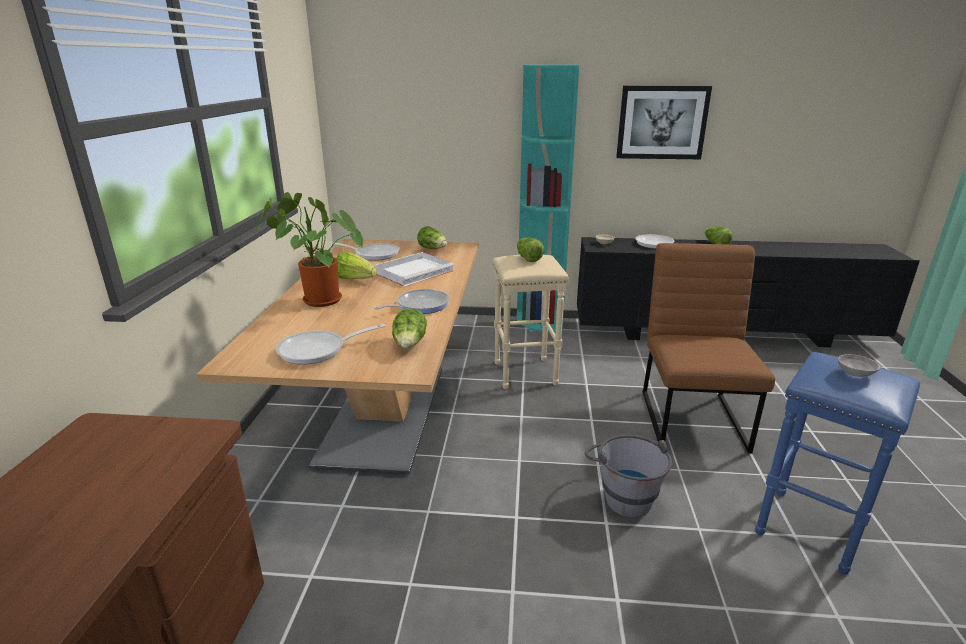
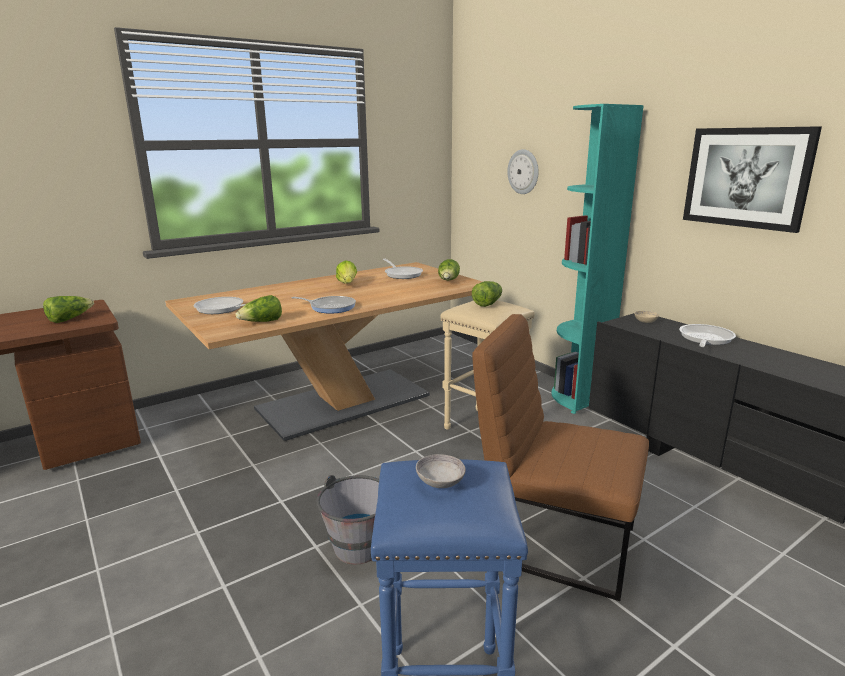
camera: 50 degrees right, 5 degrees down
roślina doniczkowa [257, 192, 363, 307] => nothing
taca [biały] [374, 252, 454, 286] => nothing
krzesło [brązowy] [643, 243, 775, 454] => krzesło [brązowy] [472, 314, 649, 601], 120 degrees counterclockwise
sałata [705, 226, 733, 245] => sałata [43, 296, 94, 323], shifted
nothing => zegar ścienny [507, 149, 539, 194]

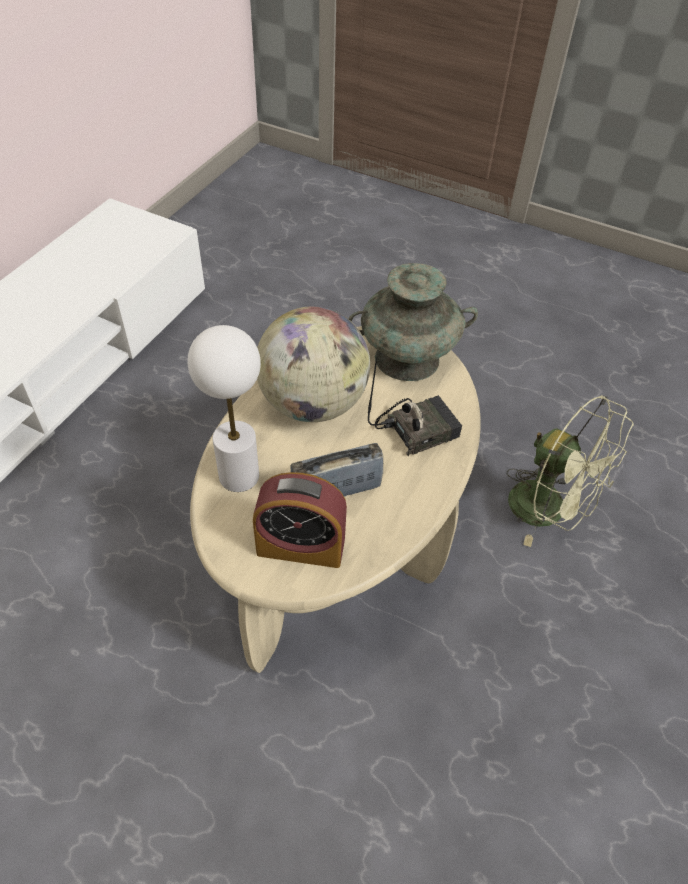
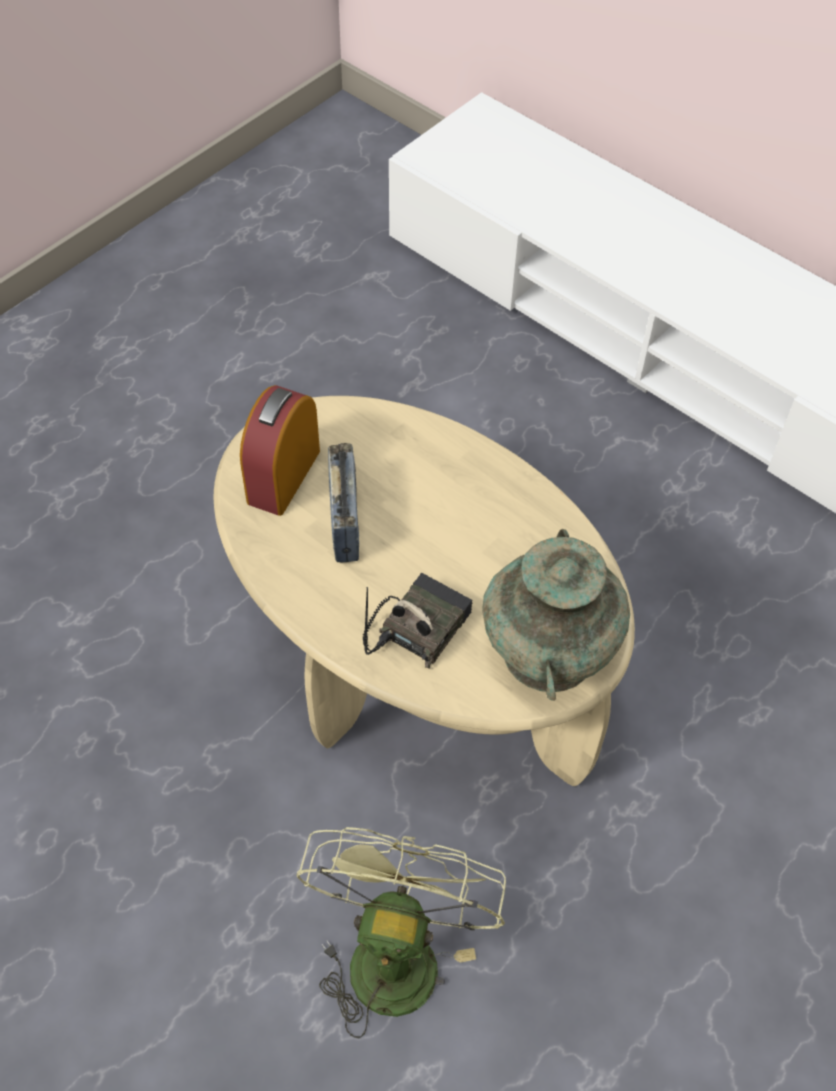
camera: 105 degrees right, 5 degrees up
lampa stołowa [biały] [188, 325, 261, 492] => nothing
globus [257, 306, 370, 422] => nothing
radio [368, 357, 462, 456] => radio [363, 573, 473, 669], 135 degrees counterclockwise
wentylator [zielony] [507, 395, 634, 547] => wentylator [zielony] [296, 827, 506, 1038], 135 degrees clockwise

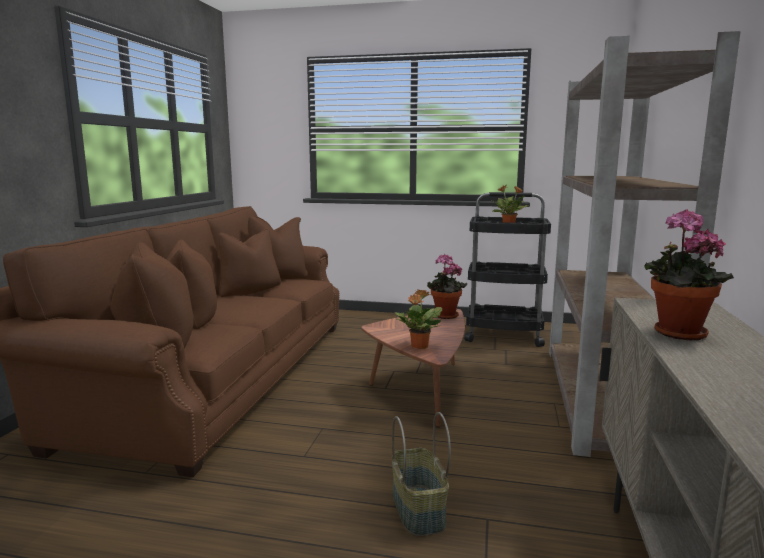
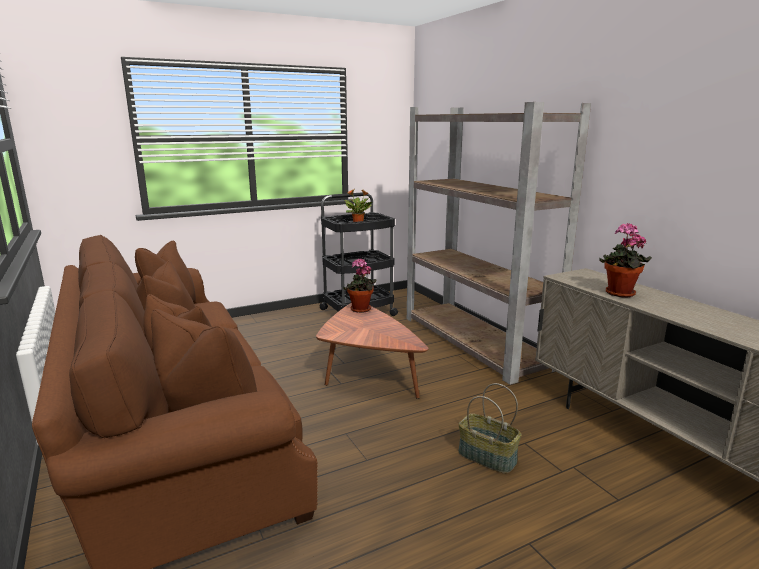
camera: 40 degrees left, 5 degrees up
roślina doniczkowa [394, 290, 442, 349] => nothing

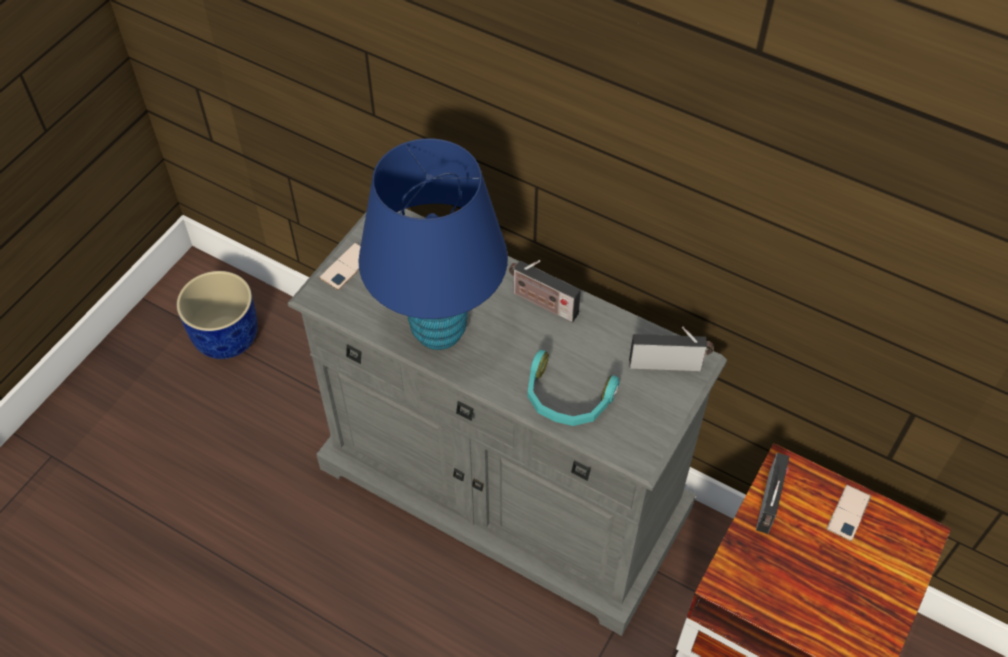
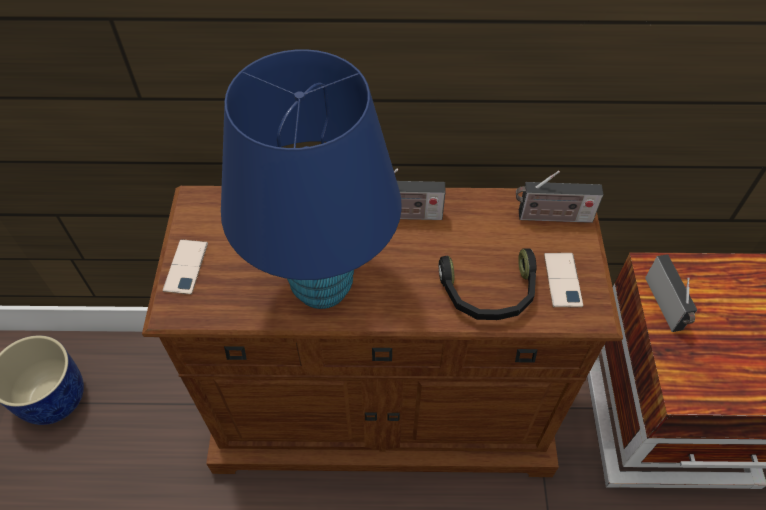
camera: 30 degrees left, 0 degrees up
komoda [szary] [288, 209, 727, 636] => komoda [brązowy] [142, 186, 623, 477]
słuchawki [turkusowy] [528, 350, 619, 426] => słuchawki [czarny] [439, 248, 536, 320]
radio [629, 327, 714, 371] => radio [516, 170, 604, 223], 150 degrees counterclockwise
telefon [827, 485, 871, 541] => telefon [544, 253, 583, 308], shifted

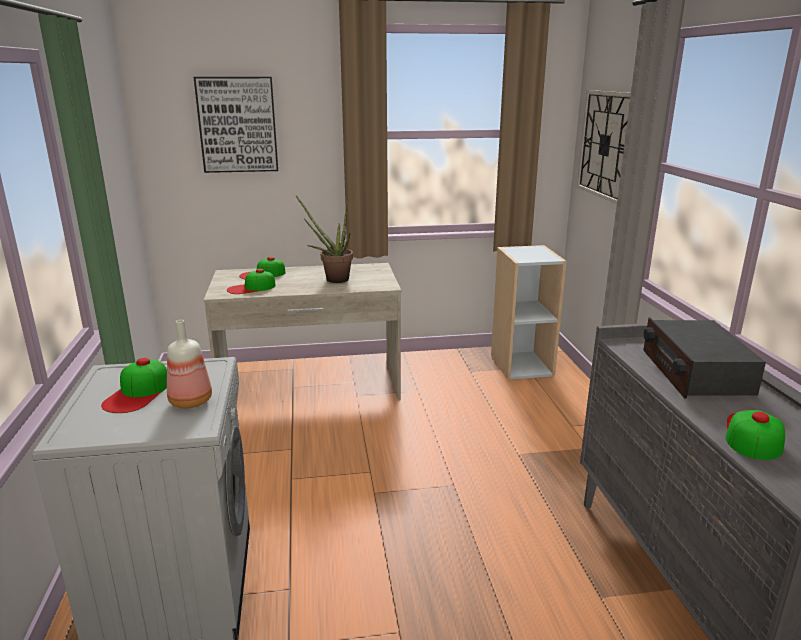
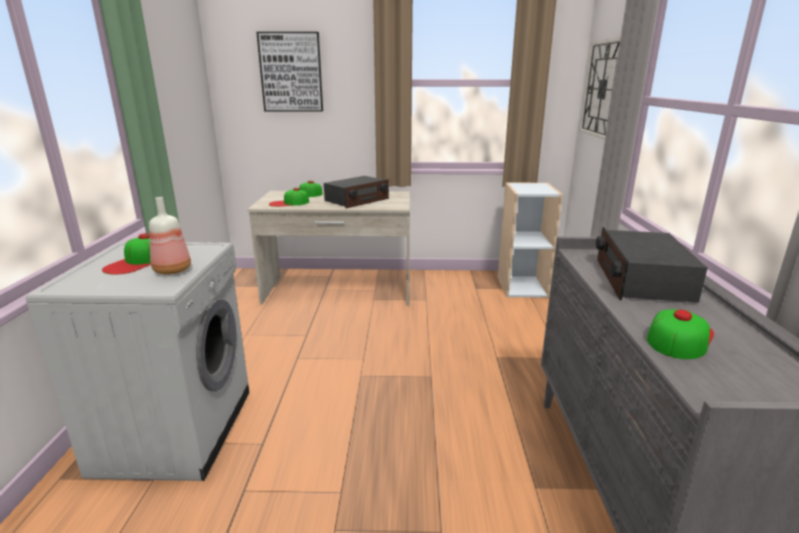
camera: 10 degrees right, 0 degrees up
roślina doniczkowa [295, 195, 353, 283] => radio [324, 176, 389, 208]

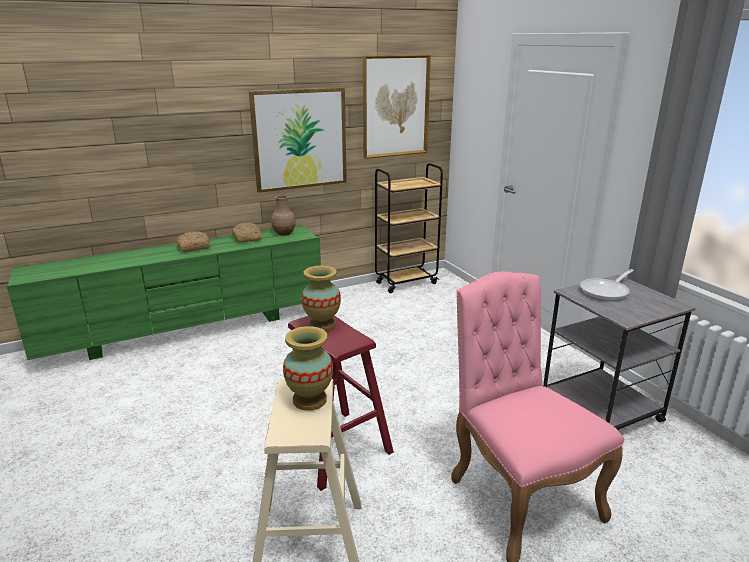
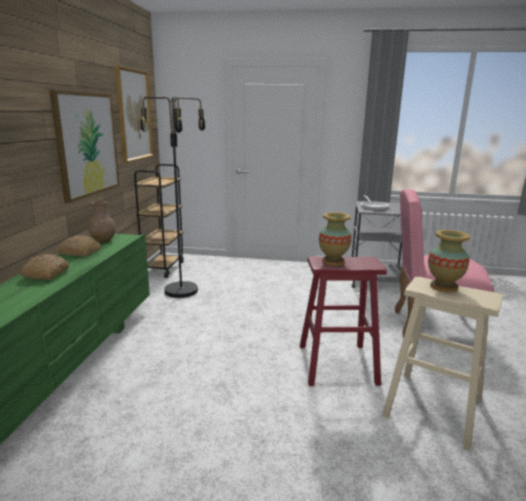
camera: 55 degrees left, 5 degrees down
nothing => lampa stojąca [140, 97, 205, 298]

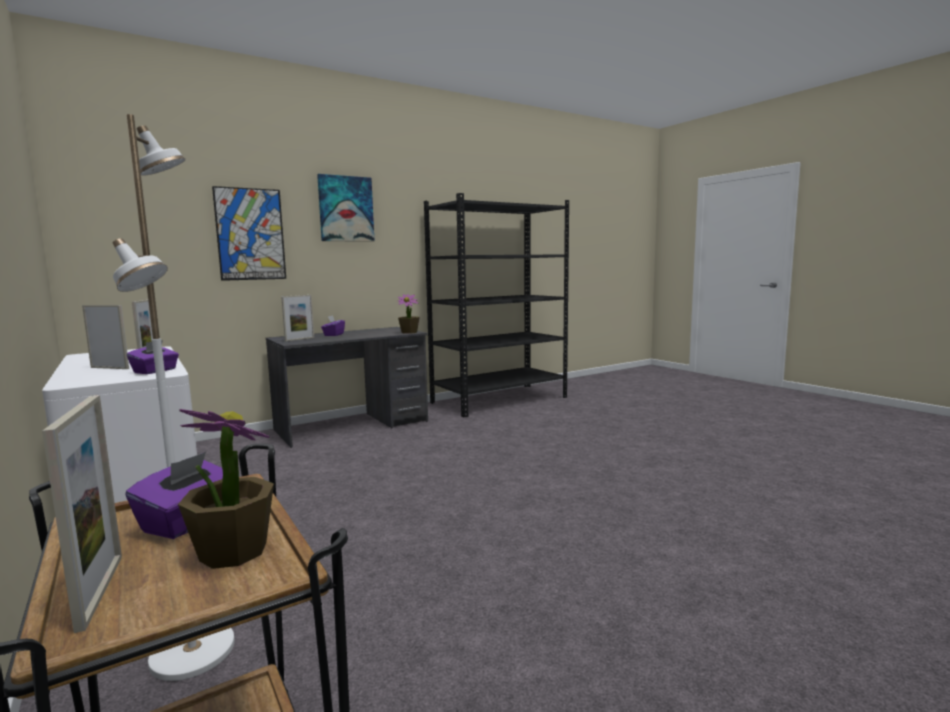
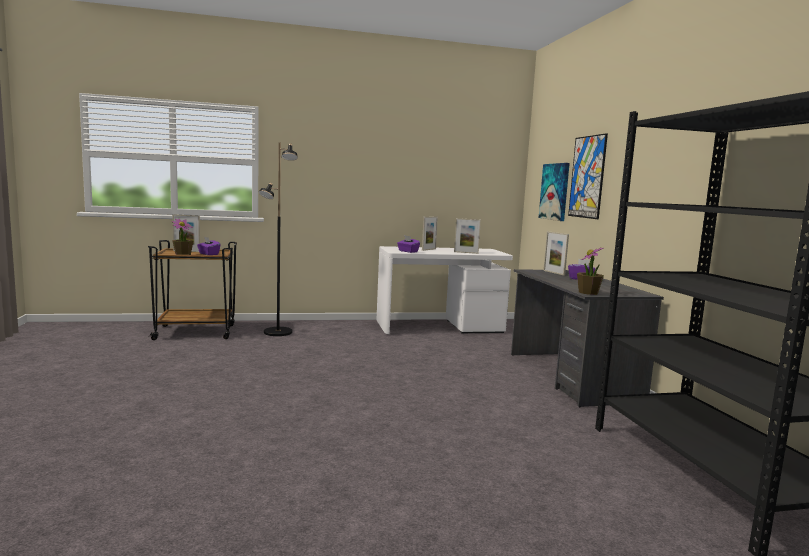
camera: 110 degrees right, 0 degrees up
lampa stojąca [biały] [113, 114, 235, 681] => lampa stojąca [czarny] [259, 142, 298, 336]
obraz [317, 174, 374, 242] => obraz [539, 163, 570, 221], shifted

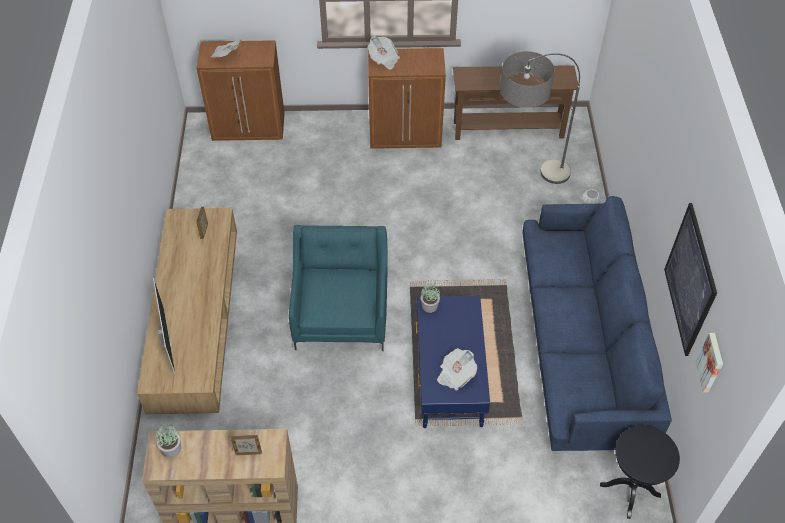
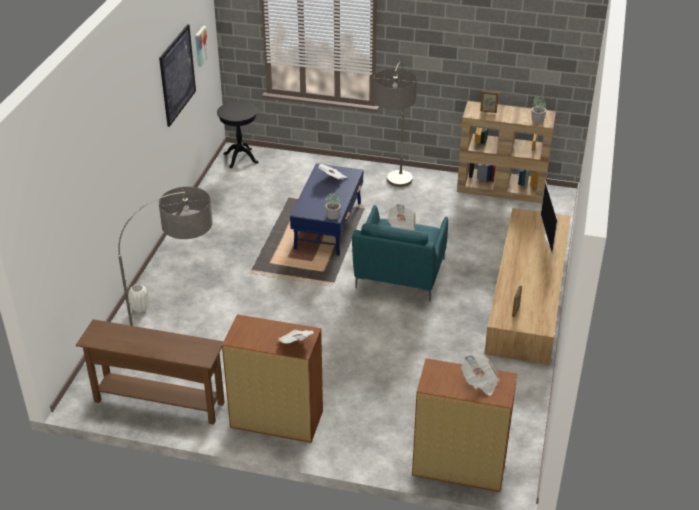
camera: 165 degrees left, 15 degrees down
kanapa [niebieski] [523, 196, 672, 451] => nothing
nothing => lampa stojąca [374, 62, 417, 187]
nothing => gazeta [387, 204, 416, 231]

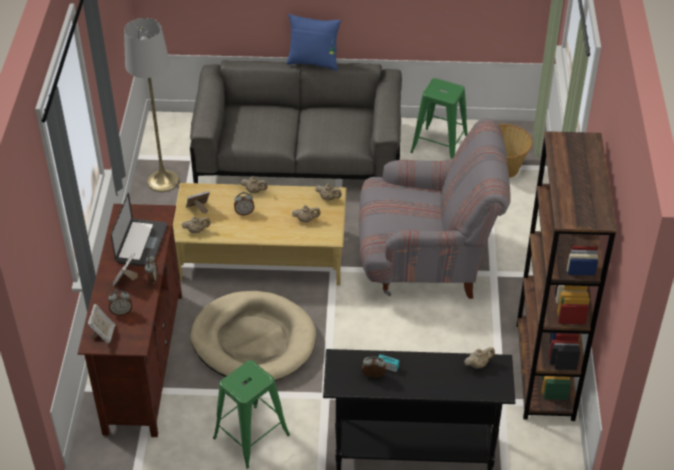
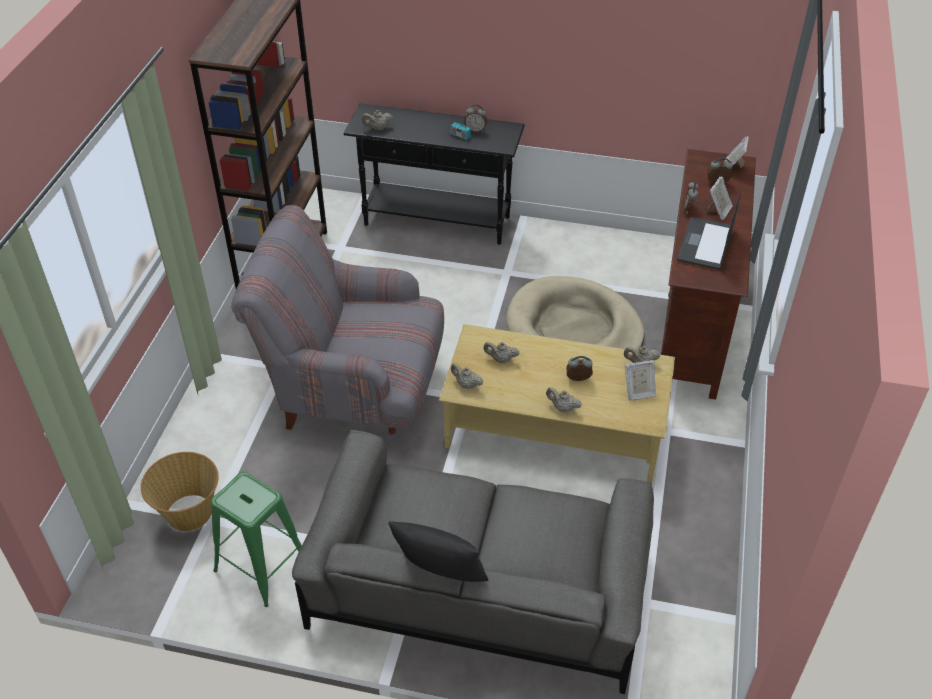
camera: 170 degrees left, 0 degrees up
lampa stojąca [szary] [124, 18, 179, 192] => nothing
stołek [zielony] [213, 360, 290, 469] => nothing
poduszka [niebieski] [286, 14, 341, 71] => poduszka [czarny] [388, 521, 488, 582]

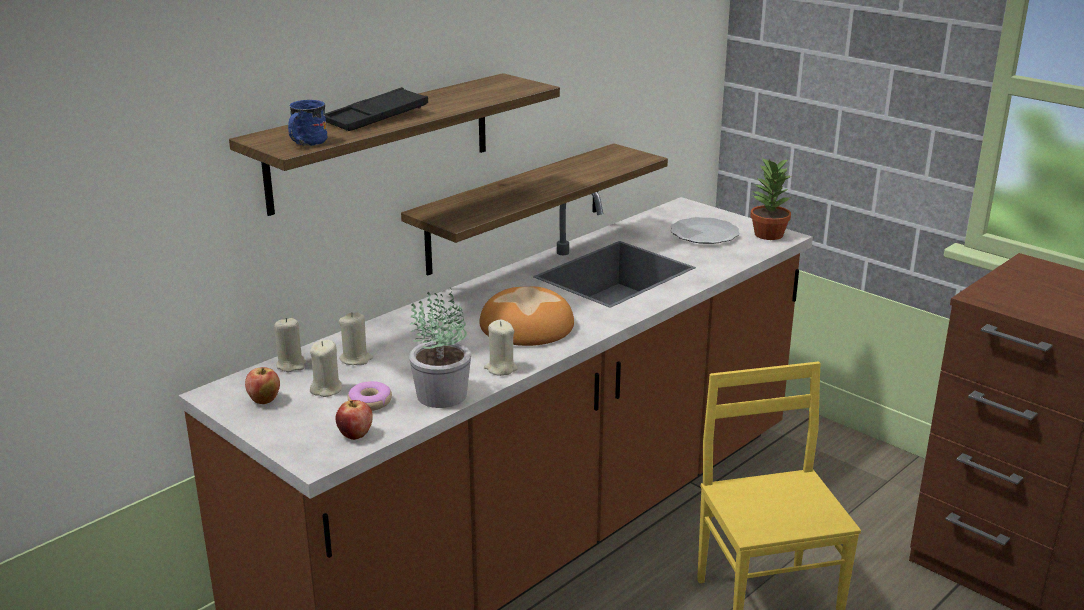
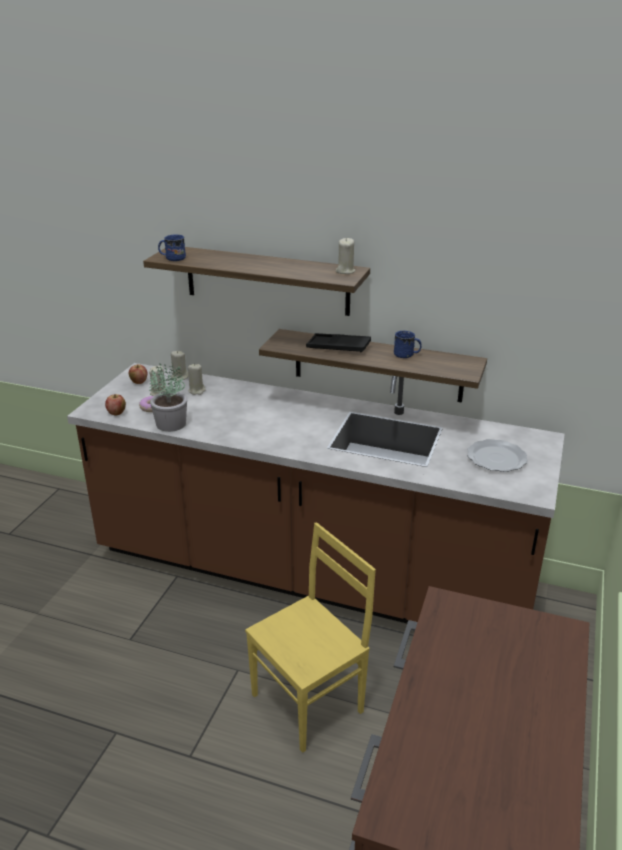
camera: 65 degrees right, 5 degrees up
taca [czarny] [325, 87, 428, 131] => taca [czarny] [306, 333, 371, 353], shifted
chleb [480, 287, 574, 346] => nothing
świeca [beżowy] [484, 320, 518, 376] => świeca [beżowy] [336, 238, 355, 274], shifted
roślina doniczkowa [750, 158, 792, 240] => nothing
nothing => kubek [niebieski] [394, 331, 422, 358]

